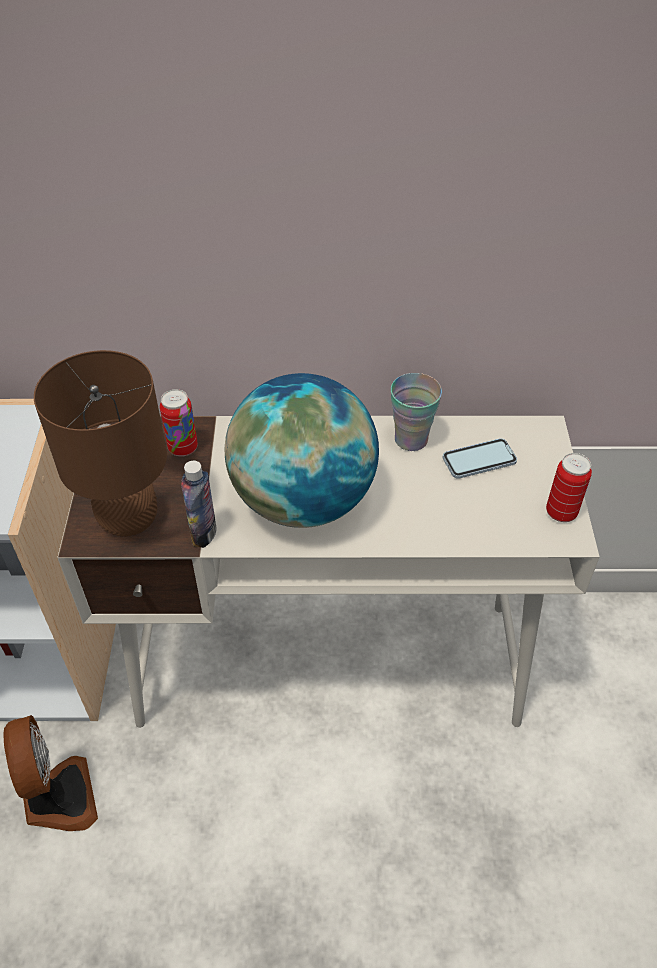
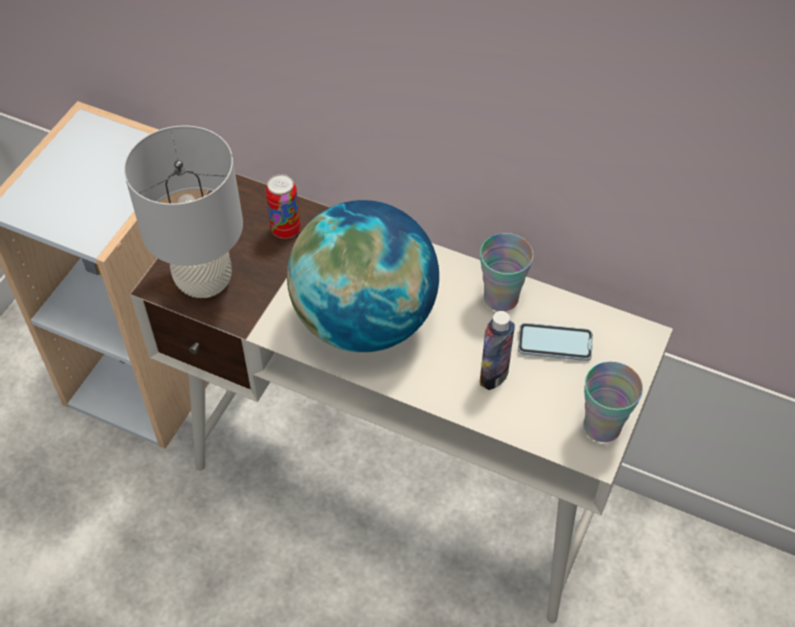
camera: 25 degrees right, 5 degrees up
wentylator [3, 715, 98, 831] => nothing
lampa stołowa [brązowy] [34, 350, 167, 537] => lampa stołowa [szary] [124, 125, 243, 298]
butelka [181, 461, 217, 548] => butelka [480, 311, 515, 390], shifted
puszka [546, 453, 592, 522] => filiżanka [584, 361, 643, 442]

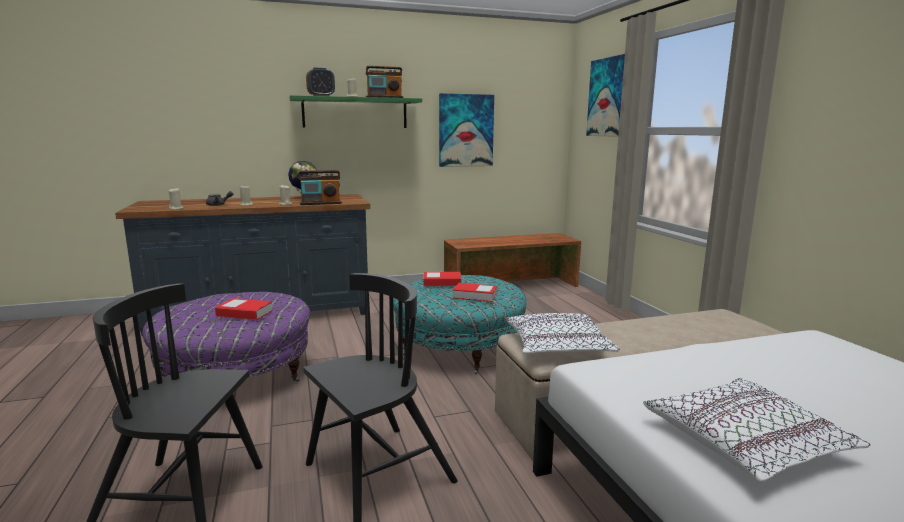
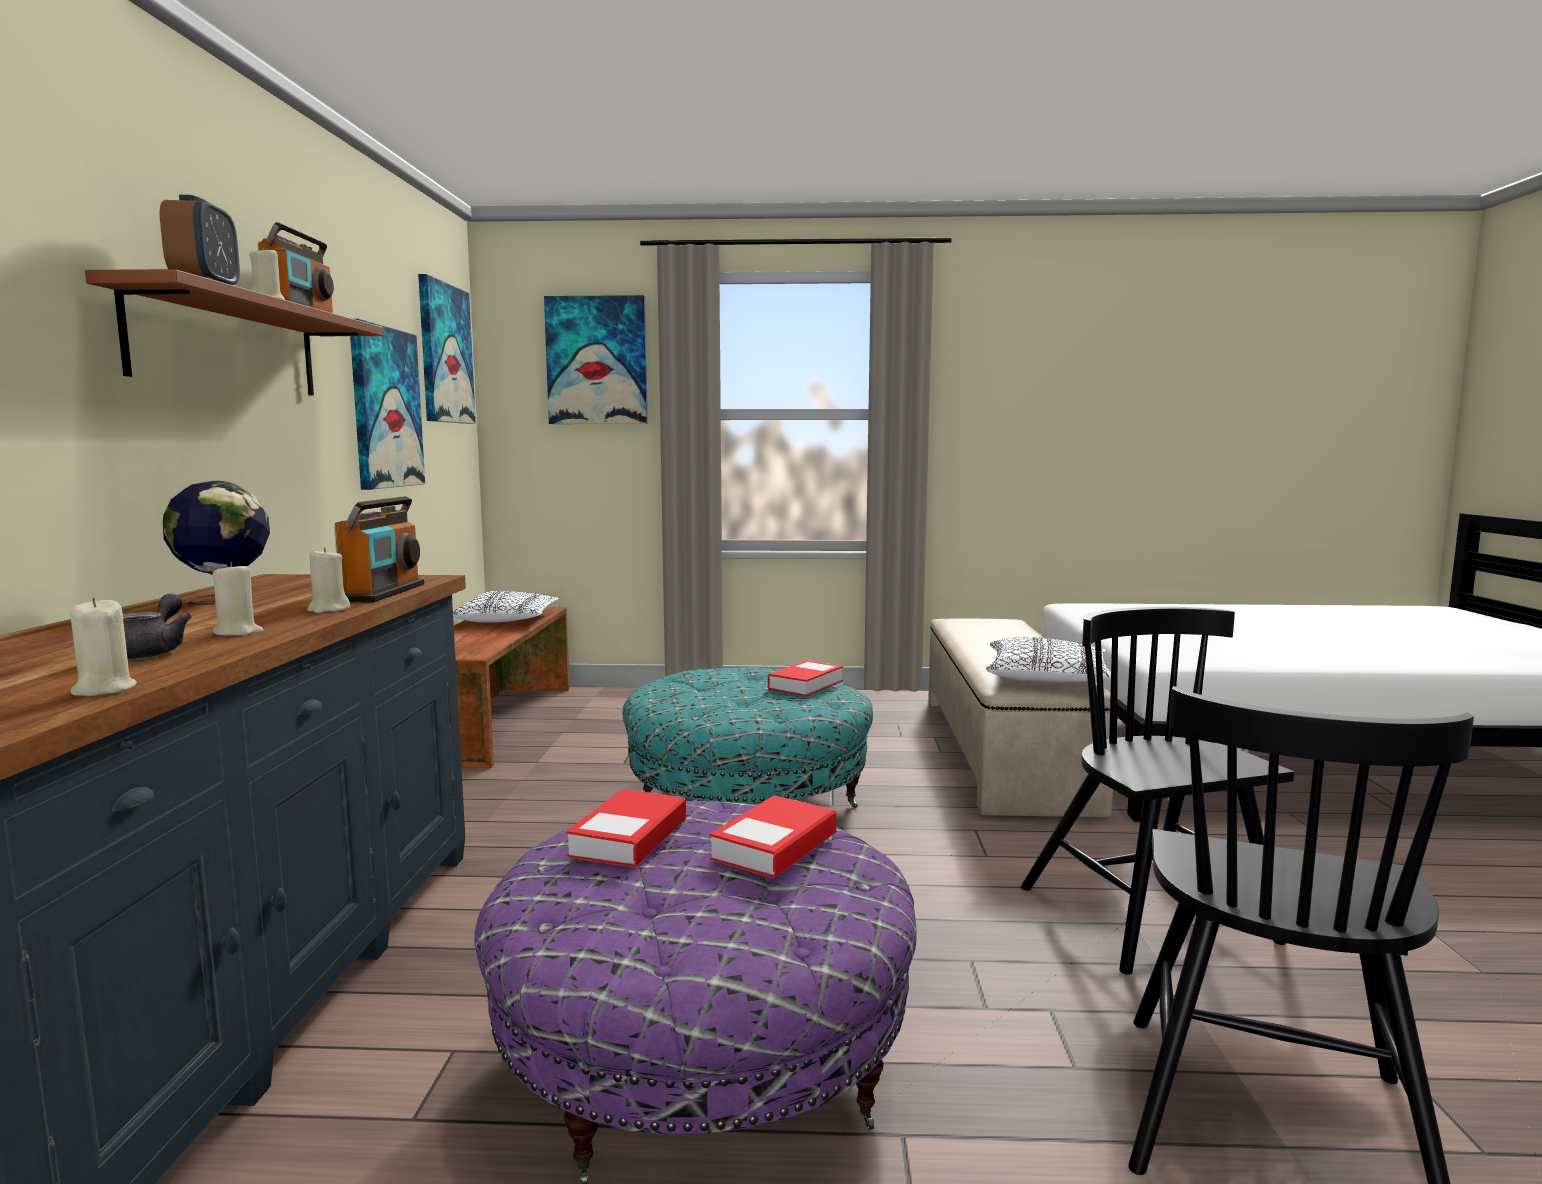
camera: 70 degrees left, 5 degrees down
półka [zielony] [289, 95, 422, 128] => półka [brązowy] [85, 269, 383, 395]
książka [423, 272, 461, 286] => książka [566, 789, 686, 868], shifted
poduszka [biały] [643, 378, 870, 482] => poduszka [biały] [453, 591, 559, 623], shifted
nothing => obraz [418, 274, 476, 424]

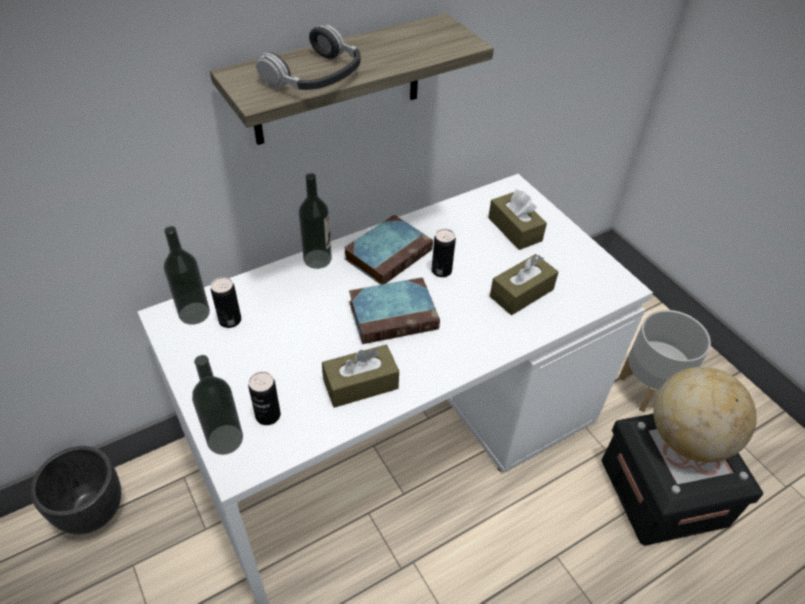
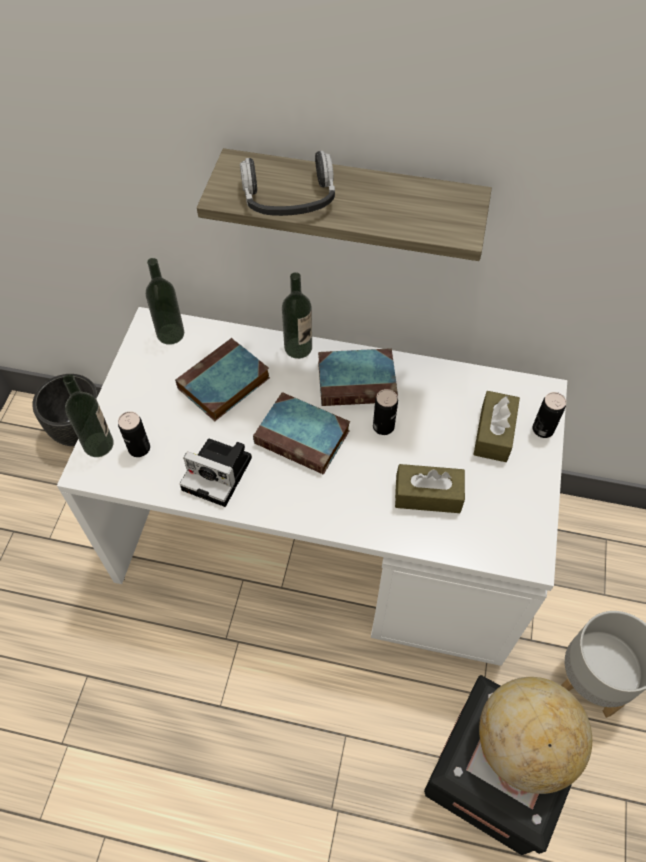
camera: 45 degrees right, 10 degrees up
puszka [211, 277, 241, 328] => puszka [532, 392, 566, 438], shifted
pudełko chusteczek [brązowy] [322, 345, 399, 408] => aparat fotograficzny [179, 439, 252, 507]
nothing => książka [175, 338, 270, 421]

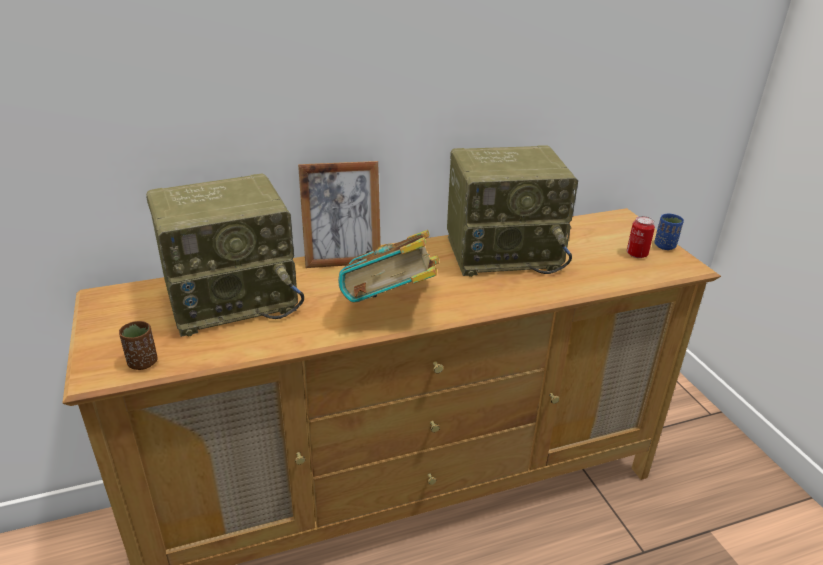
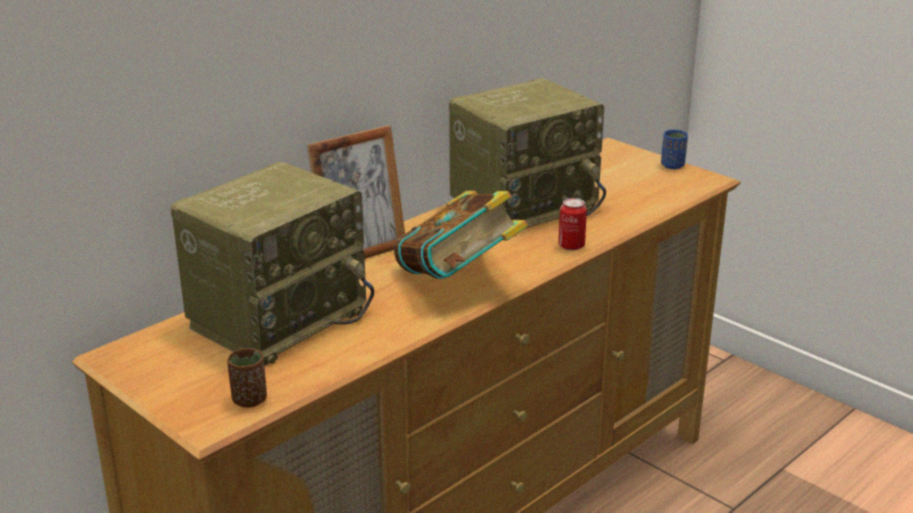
camera: 25 degrees left, 5 degrees down
puszka [627, 216, 655, 258] => puszka [558, 198, 587, 251], shifted

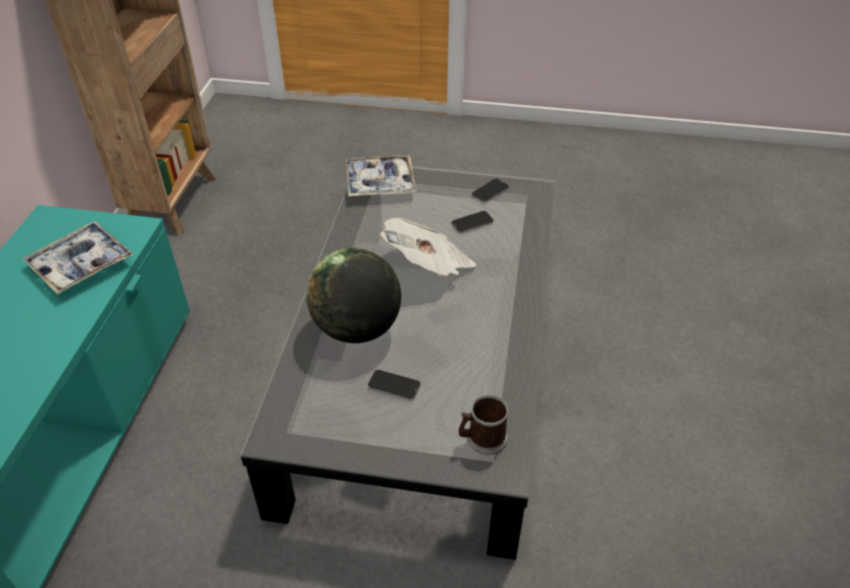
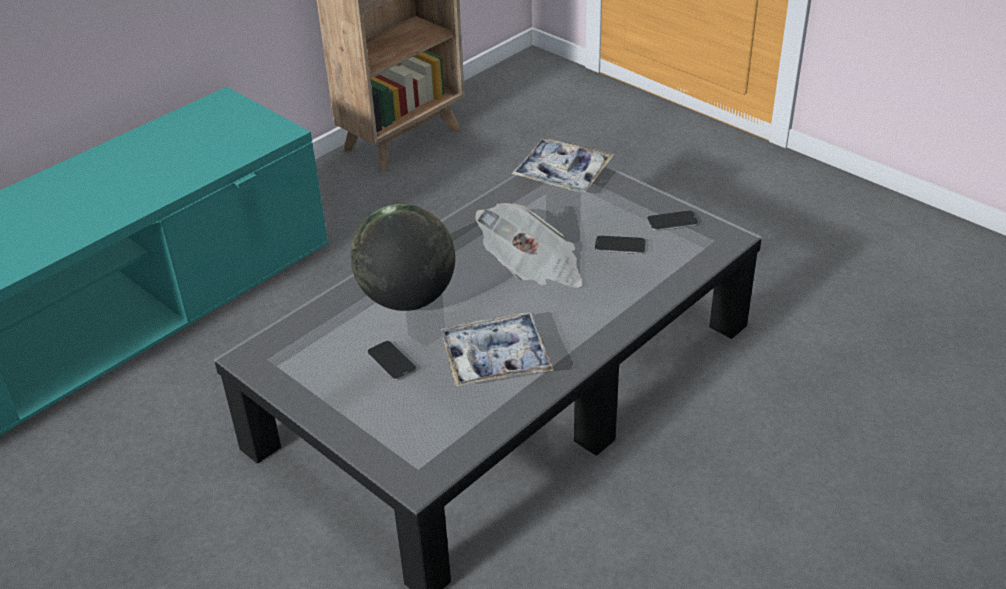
camera: 35 degrees right, 5 degrees down
taca [23, 221, 133, 294] => taca [441, 312, 553, 386], shifted
kubek [459, 395, 508, 455] => nothing

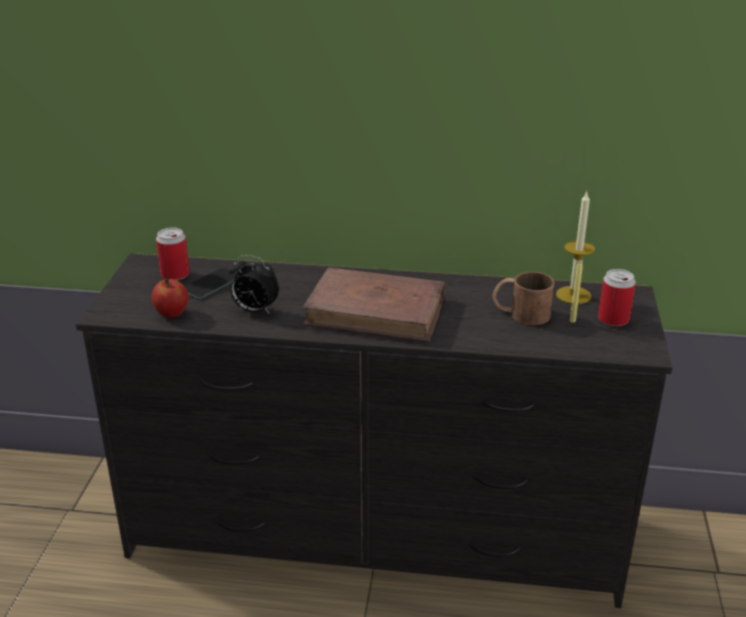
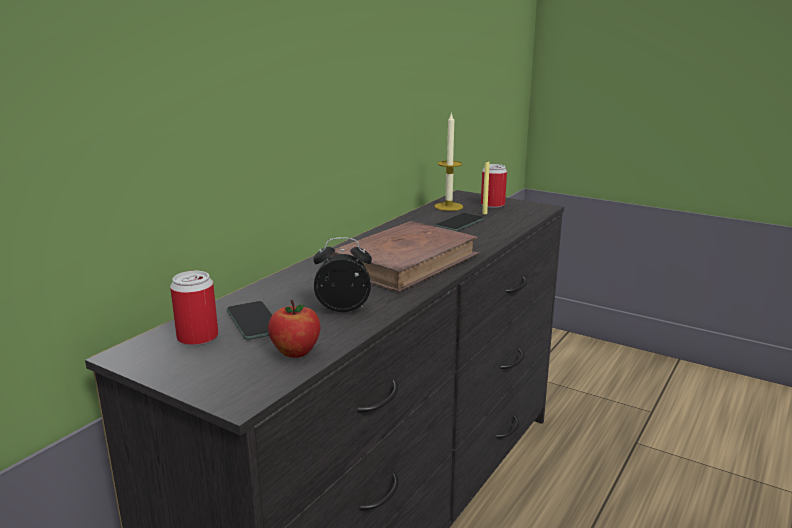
camera: 65 degrees left, 10 degrees down
budzik [229, 255, 279, 314] => budzik [314, 237, 372, 312], 135 degrees counterclockwise
kubek [brązowy] [493, 272, 554, 325] => telefon [435, 213, 484, 231]

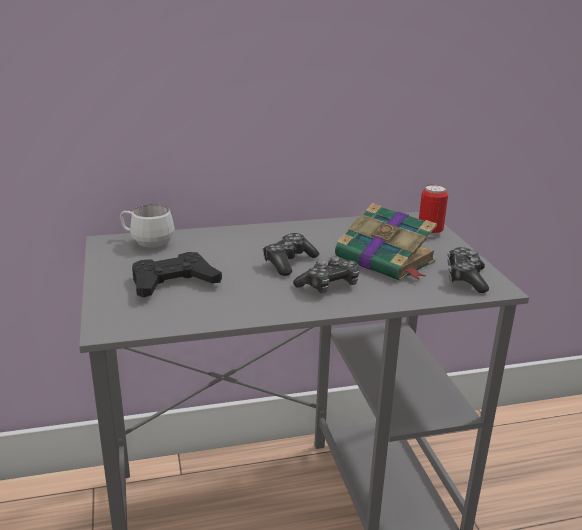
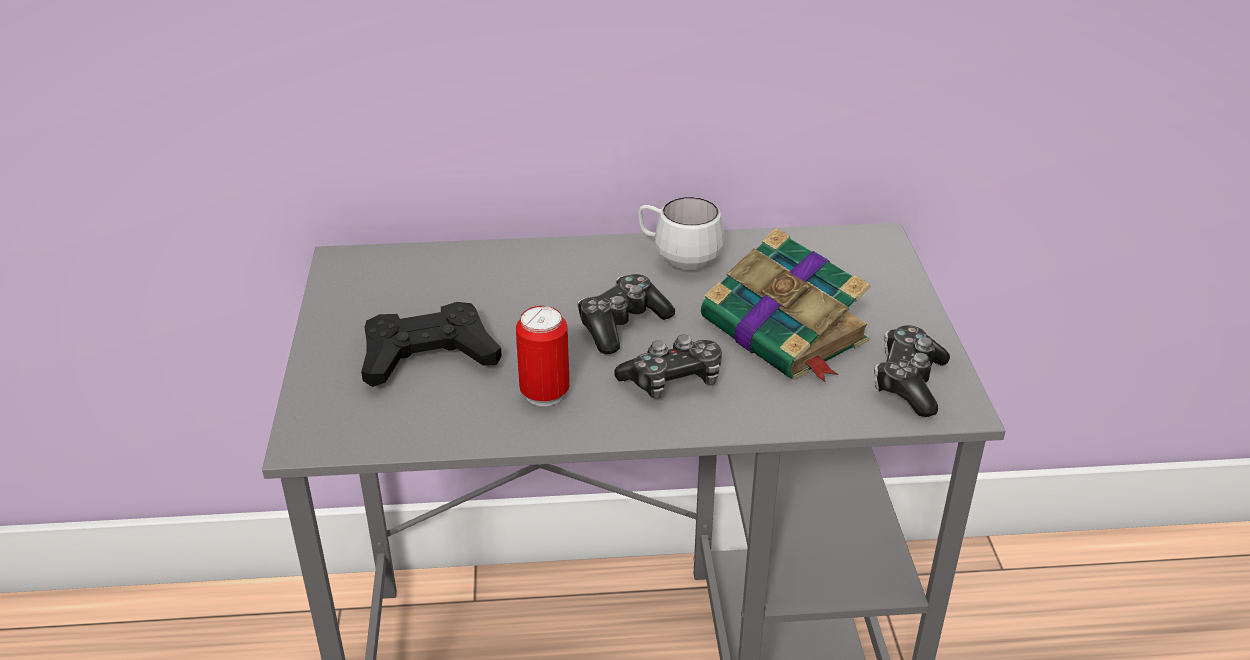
camera: 10 degrees right, 10 degrees up
kubek [biały] [120, 204, 175, 248] => kubek [biały] [638, 197, 725, 270], shifted
puszka [419, 185, 448, 237] => puszka [516, 306, 570, 406], shifted

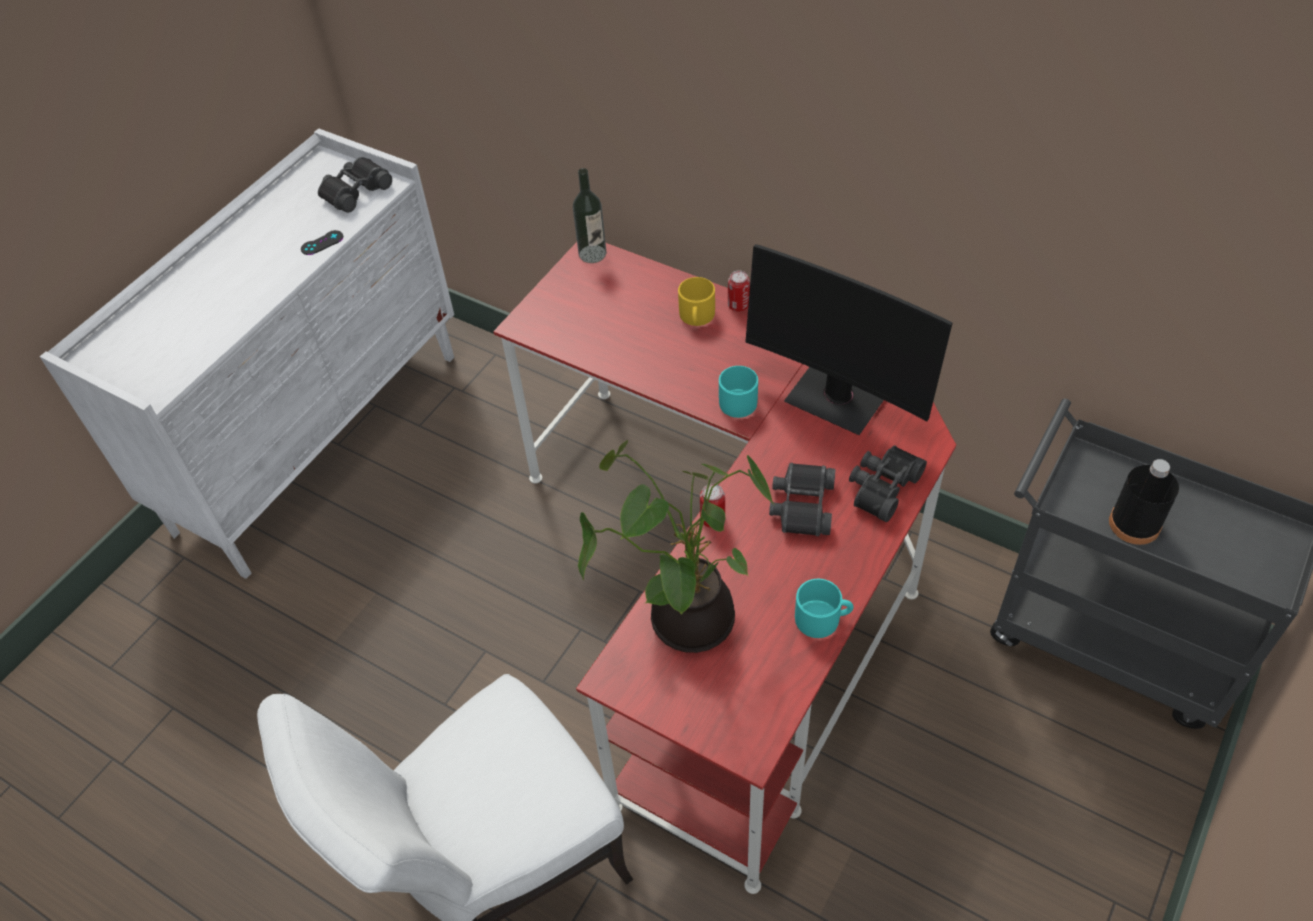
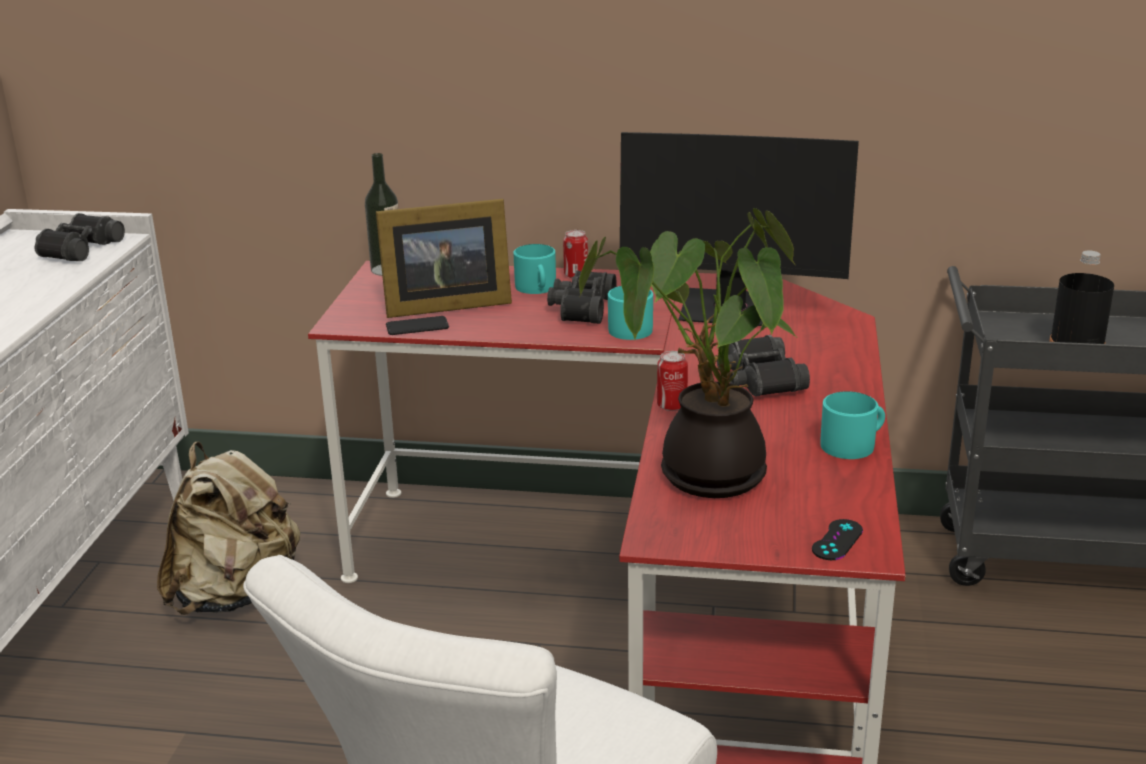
camera: 25 degrees left, 25 degrees down
pad do gier [czarny] [301, 230, 343, 255] => pad do gier [czarny] [812, 519, 863, 560], shifted
kubek [żółty] [678, 277, 715, 326] => kubek [turkusowy] [513, 244, 556, 294]
lornetka [czarny] [849, 445, 927, 522] => lornetka [czarny] [547, 270, 616, 324], shifted
nothing => plecak [beżowy] [157, 441, 300, 615]
nothing => ramka na zdjęcie [376, 199, 512, 318]
nothing => telefon [386, 316, 449, 335]

